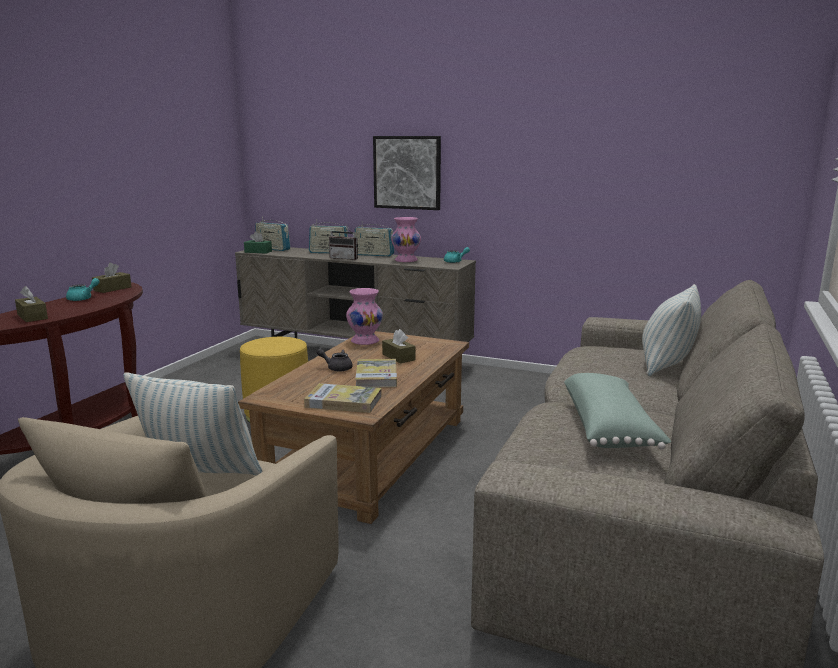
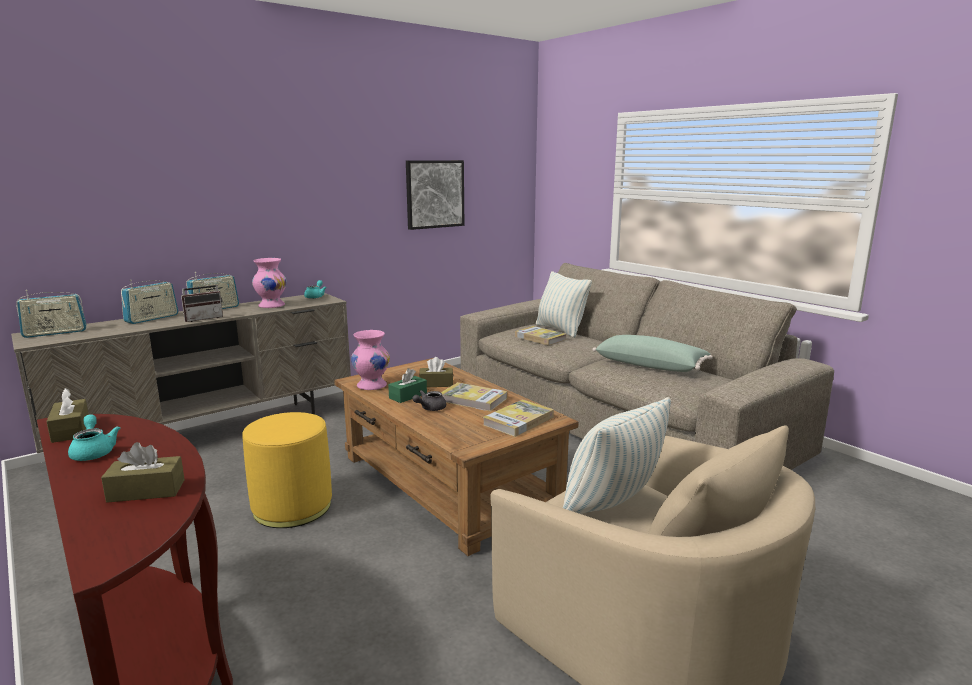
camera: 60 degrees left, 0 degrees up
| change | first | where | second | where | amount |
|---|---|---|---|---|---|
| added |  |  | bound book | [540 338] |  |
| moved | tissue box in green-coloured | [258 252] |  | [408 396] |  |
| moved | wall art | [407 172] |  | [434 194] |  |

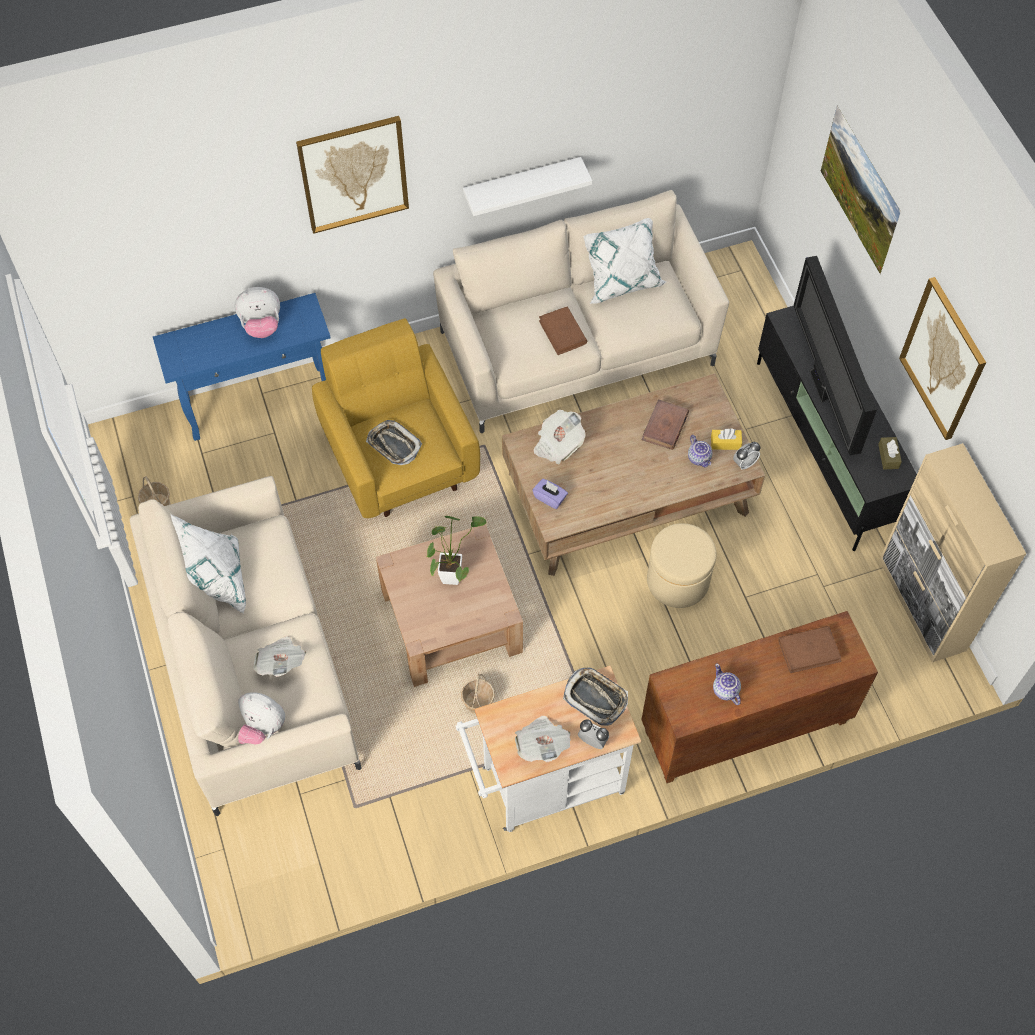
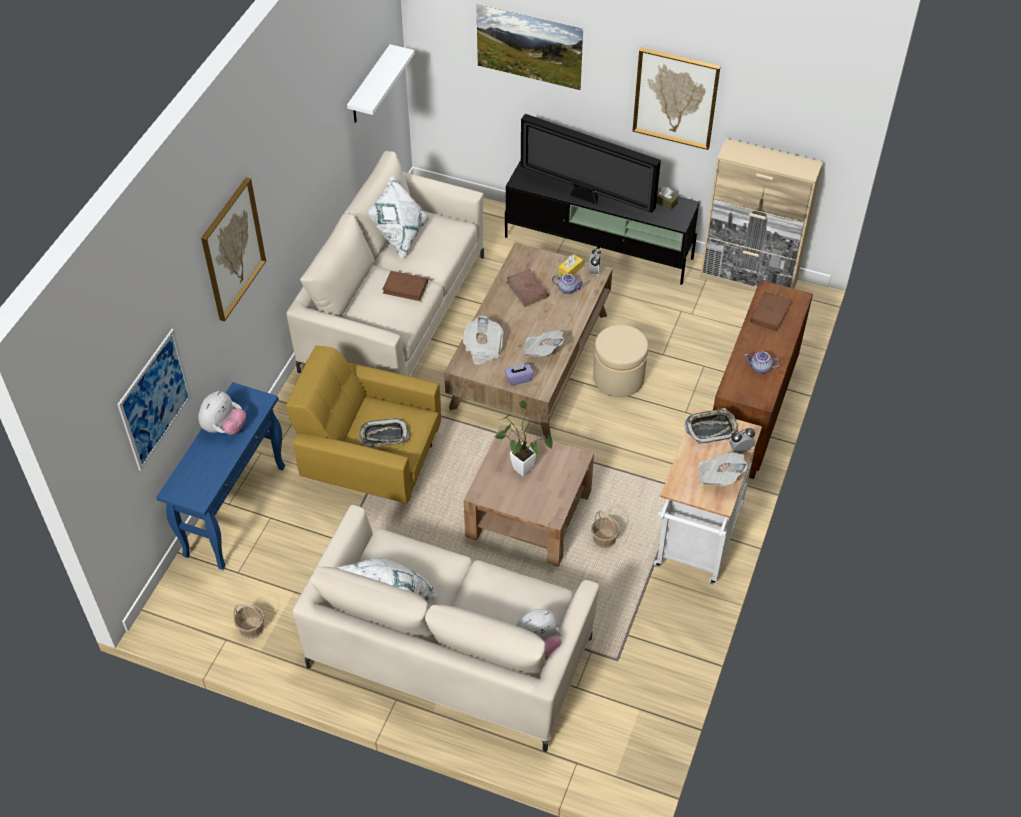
camera: 50 degrees left, 10 degrees down
| change | first | where | second | where | amount |
|---|---|---|---|---|---|
| added |  |  | wall art | [155 399] |  |
| moved | printed paper | [281 662] |  | [542 350] |  |
| moved | shelf in whitish | [522 185] |  | [369 86] |  |

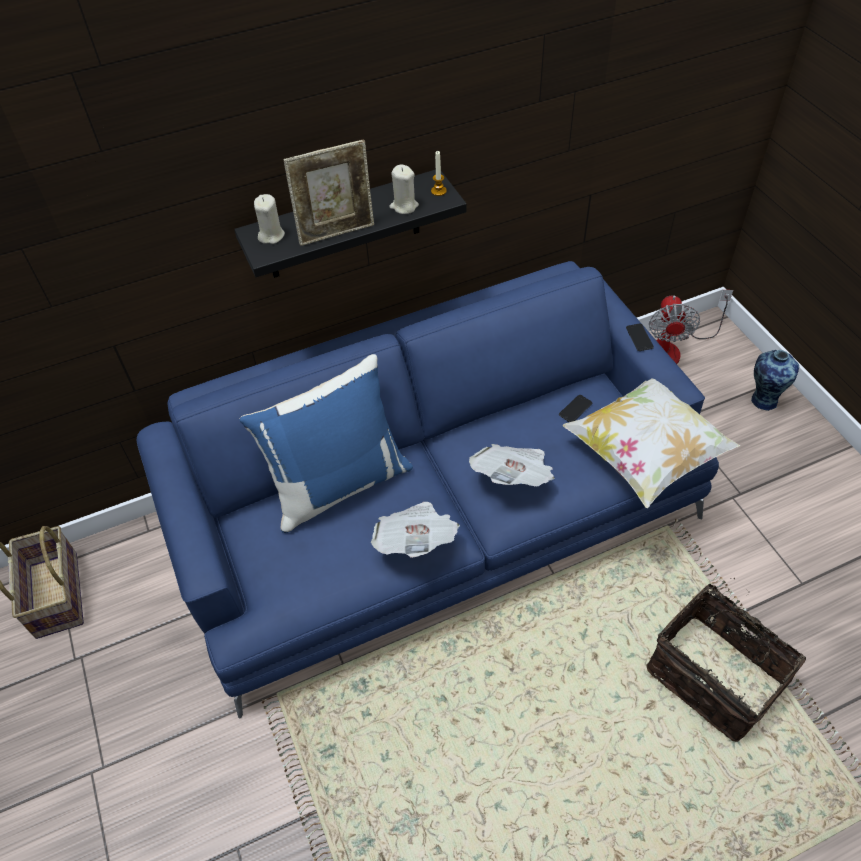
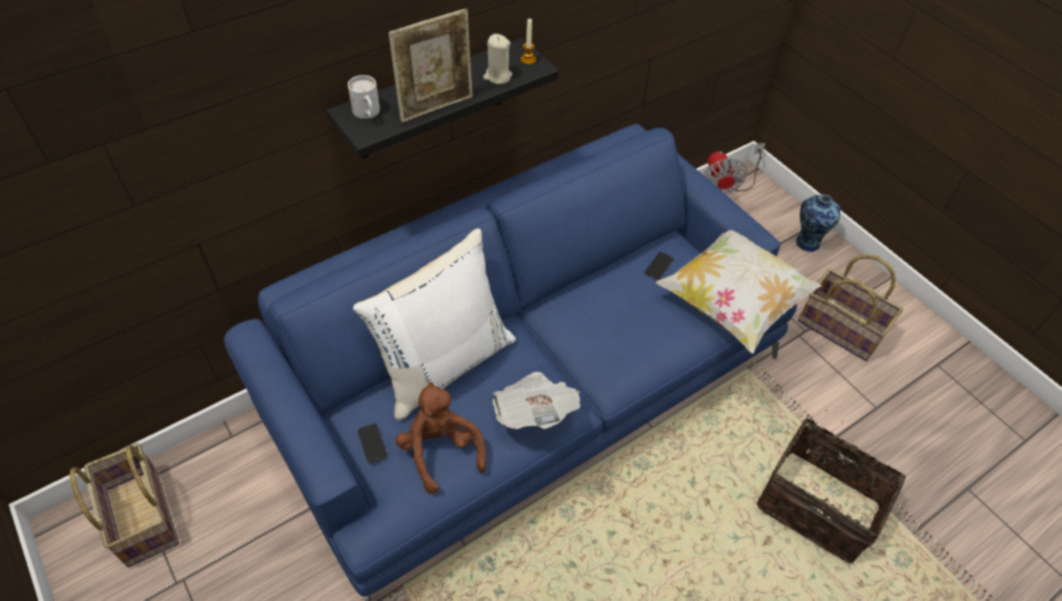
camera: 15 degrees left, 0 degrees up
| change | first | where | second | where | amount |
|---|---|---|---|---|---|
| removed | printed paper | [513 477] |  |  |  |
| added |  |  | cuddly toy in brown | [440 451] |  |
| added |  |  | storage basket | [841 328] |  |
| moved | phone | [639 338] |  | [372 443] |  |
| replaced | wax candle in sand-coloured | [271 235] | coffee mug in whitish | [368 114] |  |
| recoloured | pillow in blue-coloured | [338 483] | pillow in whitish | [443 363] |  |

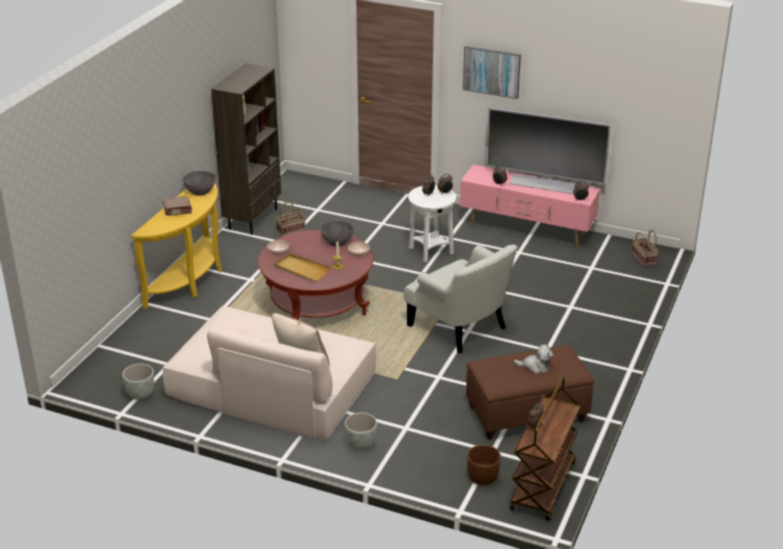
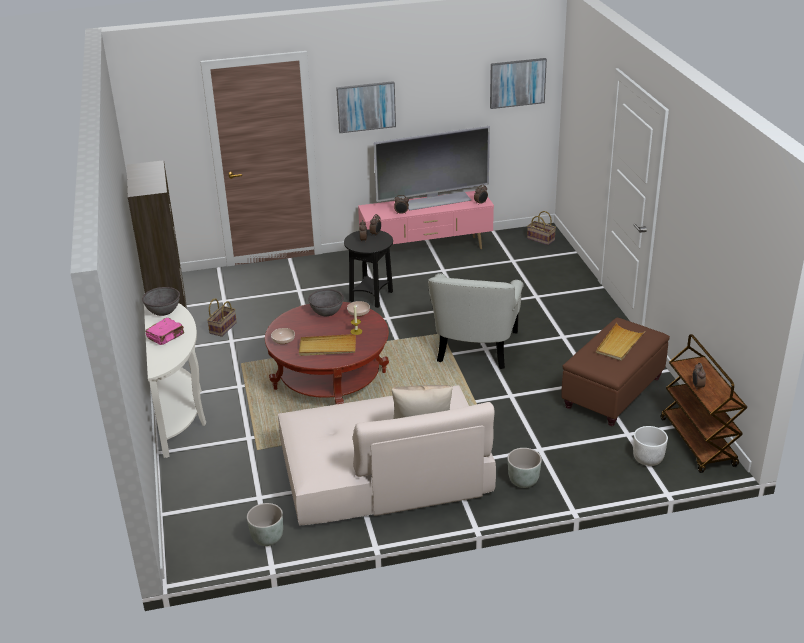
camera: 35 degrees left, 0 degrees up
| change | first | where | second | where | amount |
|---|---|---|---|---|---|
| added |  |  | wall art | [517 82] |  |
| replaced | cuddly toy | [535 366] | serving tray in sand-coloured | [619 344] |  |
| recoloured | console table in yellowish | [191 280] | console table in whitish | [180 411] |  |
| recoloured | bound book in brown | [178 211] | bound book in pink | [166 336] |  |
| recoloured | accent table in whitish | [431 251] | accent table in black | [371 296] |  |
| recoloured | plant pot in brown | [482 478] | plant pot in whitish | [648 458] |  |
| turned | easy chair in whitish | [460 327] |  | [475 347] | 90 degrees clockwise |

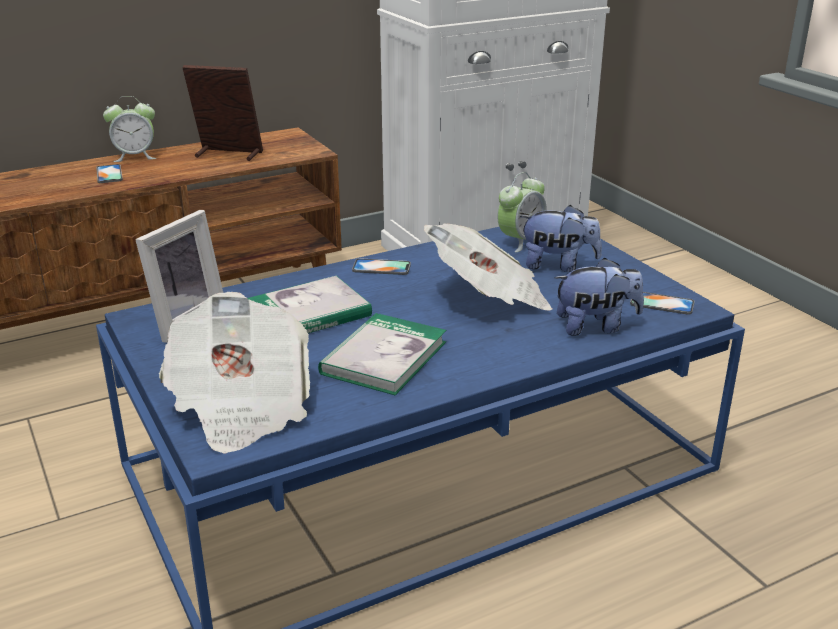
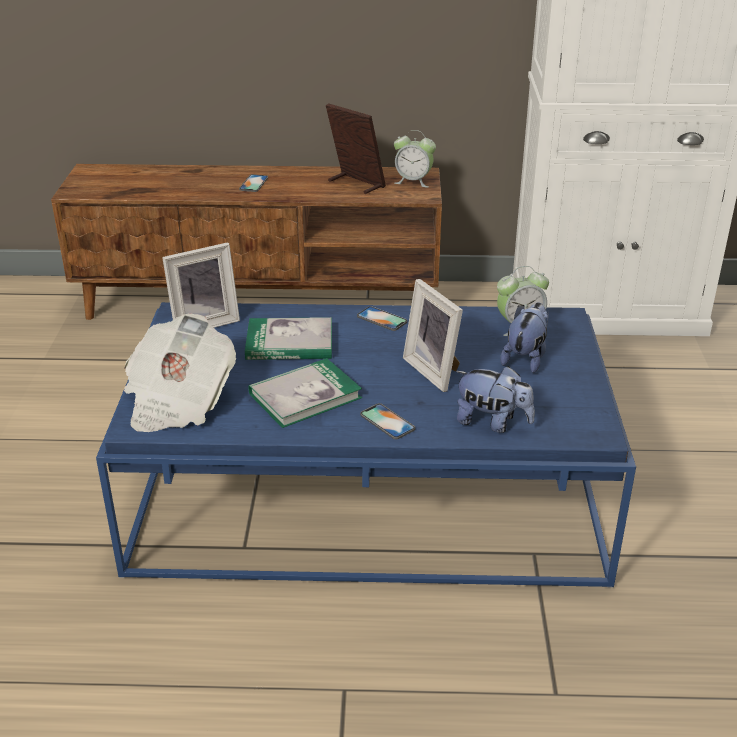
camera: 30 degrees right, 5 degrees up
| change | first | where | second | where | amount |
|---|---|---|---|---|---|
| moved | alarm clock | [135 156] |  | [413 181] |  |
| moved | phone | [662 303] |  | [387 422] |  |
| replaced | printed paper | [489 297] | standing frame | [435 370] |  |
| turned | cuddly toy | [558 265] |  | [525 358] | 105 degrees counterclockwise |

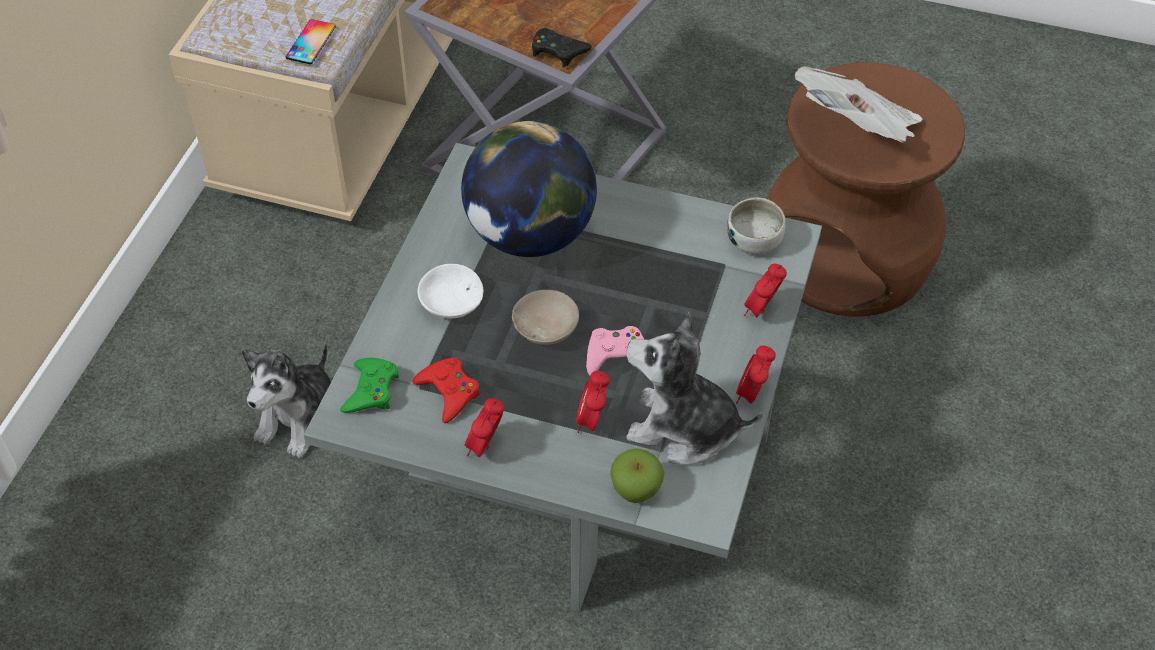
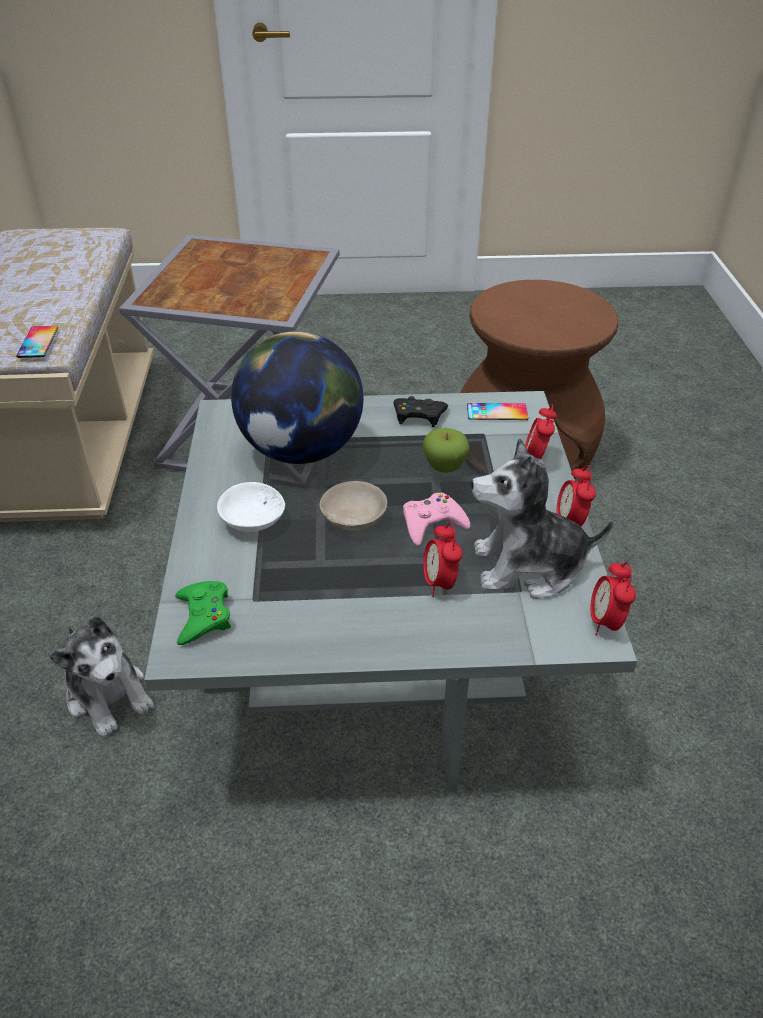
camera: 20 degrees left, 10 degrees down
| change | first | where | second | where | amount |
|---|---|---|---|---|---|
| removed | joypad in reddish | [449 392] |  |  |  |
| removed | printed paper | [857 130] |  |  |  |
| moved | alarm clock | [485 447] |  | [605 622] |  |
| moved | joypad in black | [558 51] |  | [419 415] |  |
| moved | apple fruit | [636 491] |  | [444 467] |  |
| replaced | deep dish | [754 241] | phone | [497 412] |  |
| turned | cuddly toy | [300 418] |  | [109 695] | 45 degrees counterclockwise |

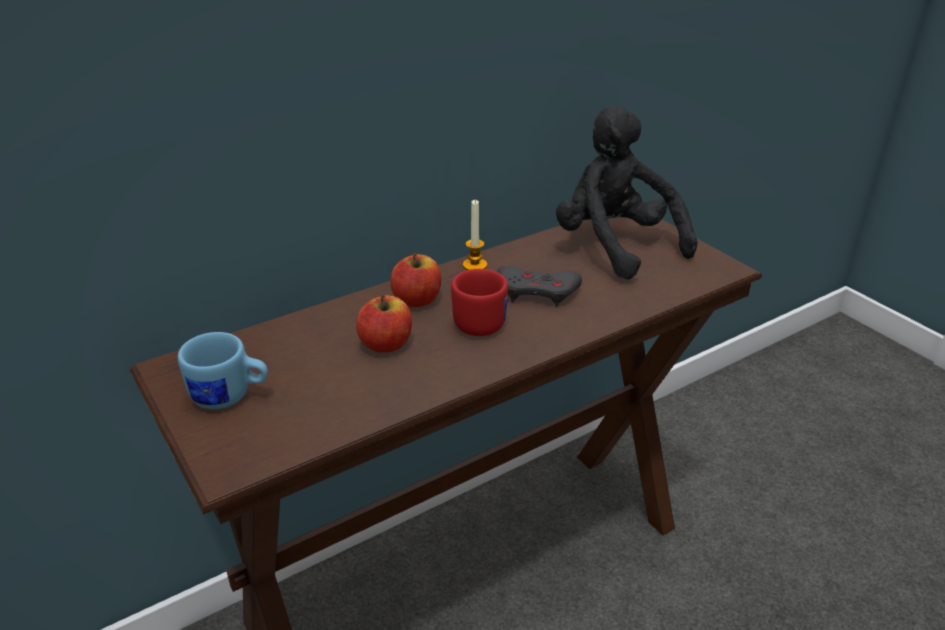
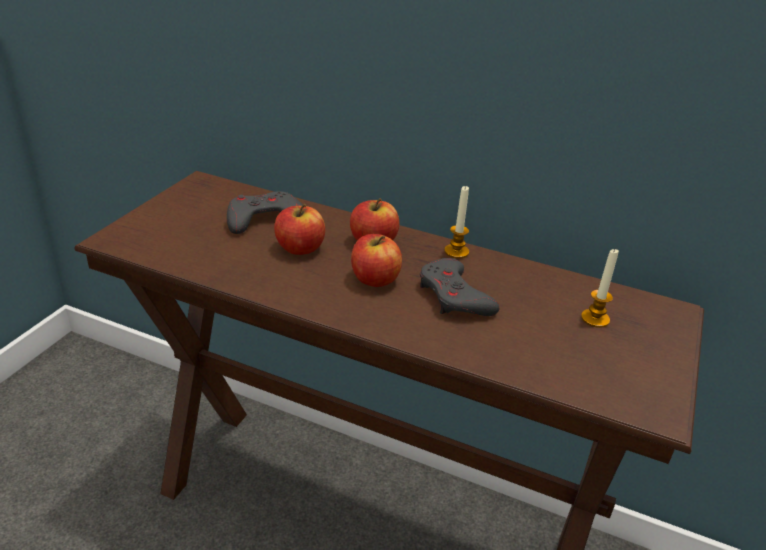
camera: 55 degrees right, 0 degrees up
| change | first | where | second | where | amount |
|---|---|---|---|---|---|
| removed | coffee mug in blue-coloured | [230 396] |  |  |  |
| added |  |  | joypad in greyish | [264 219] |  |
| replaced | coffee mug in reddish | [477 320] | apple fruit | [374 279] |  |
| replaced | cuddly toy in black | [615 245] | wax candle | [595 319] |  |

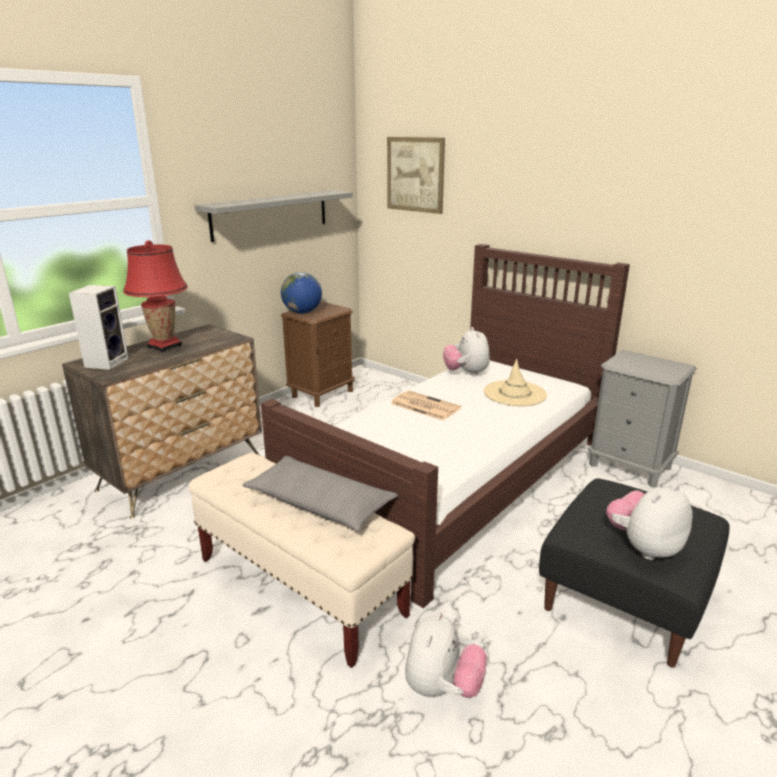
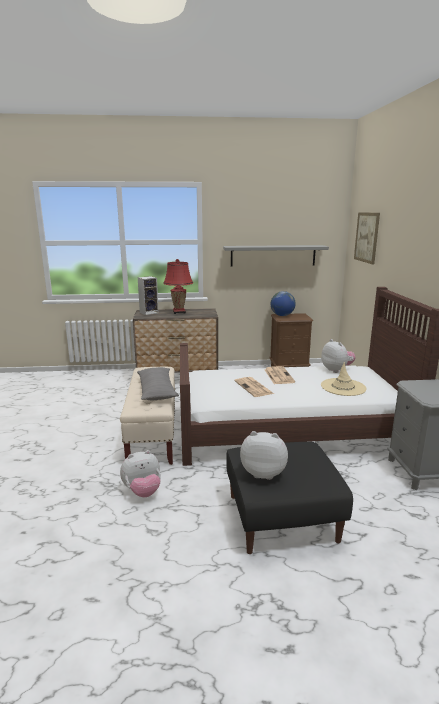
camera: 45 degrees right, 5 degrees down
| change | first | where | second | where | amount |
|---|---|---|---|---|---|
| added |  |  | printed paper | [254 387] |  |
| turned | cuddly toy | [466 373] |  | [336 370] | 120 degrees clockwise |

